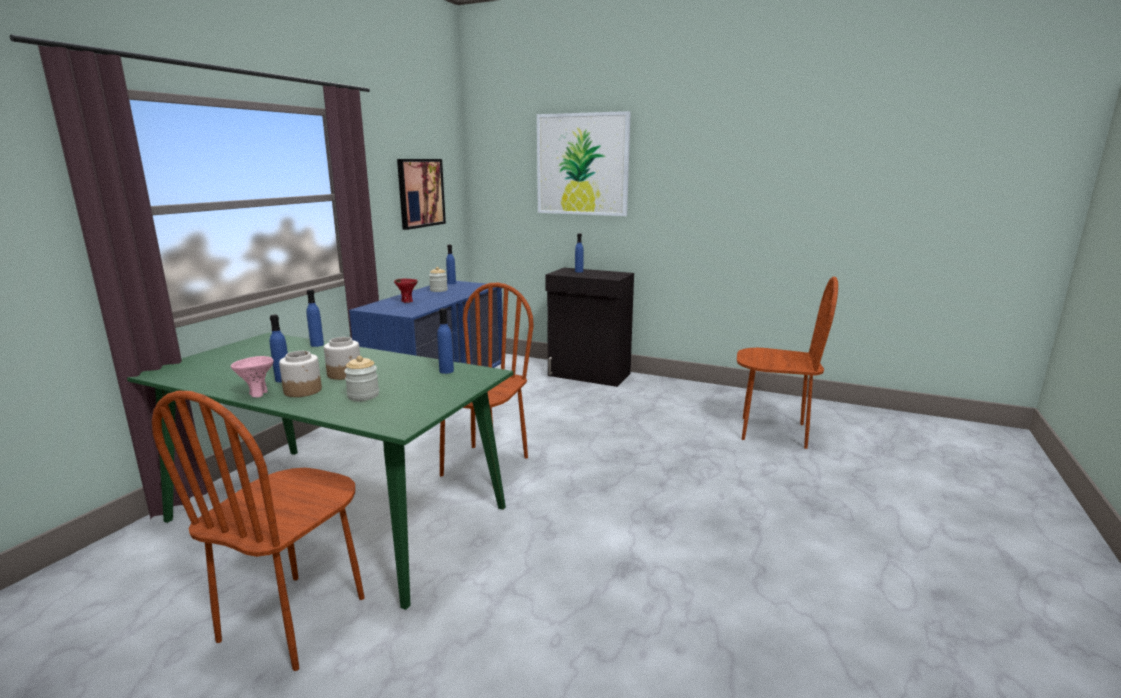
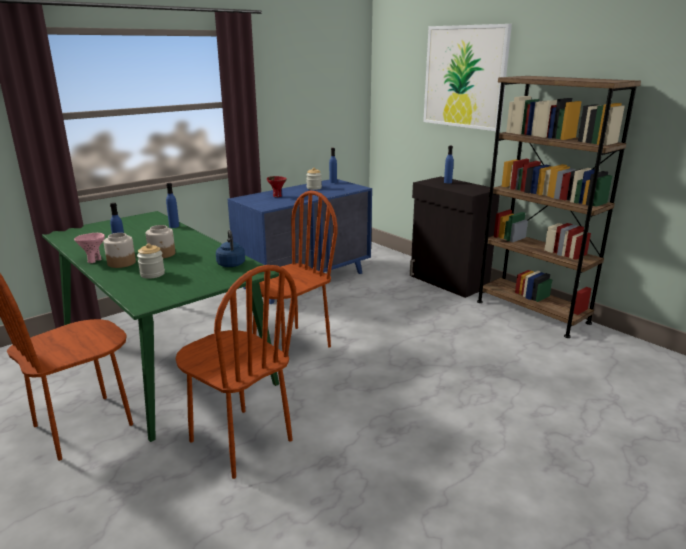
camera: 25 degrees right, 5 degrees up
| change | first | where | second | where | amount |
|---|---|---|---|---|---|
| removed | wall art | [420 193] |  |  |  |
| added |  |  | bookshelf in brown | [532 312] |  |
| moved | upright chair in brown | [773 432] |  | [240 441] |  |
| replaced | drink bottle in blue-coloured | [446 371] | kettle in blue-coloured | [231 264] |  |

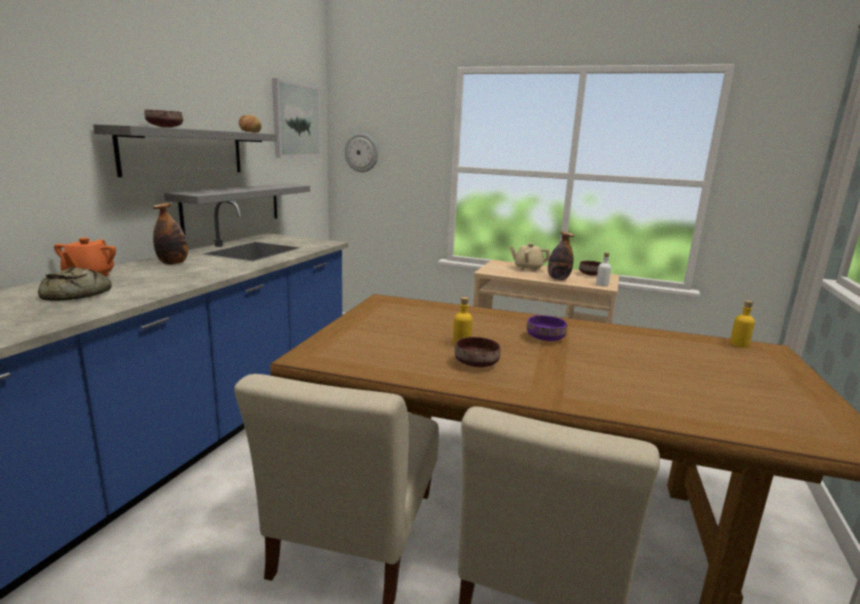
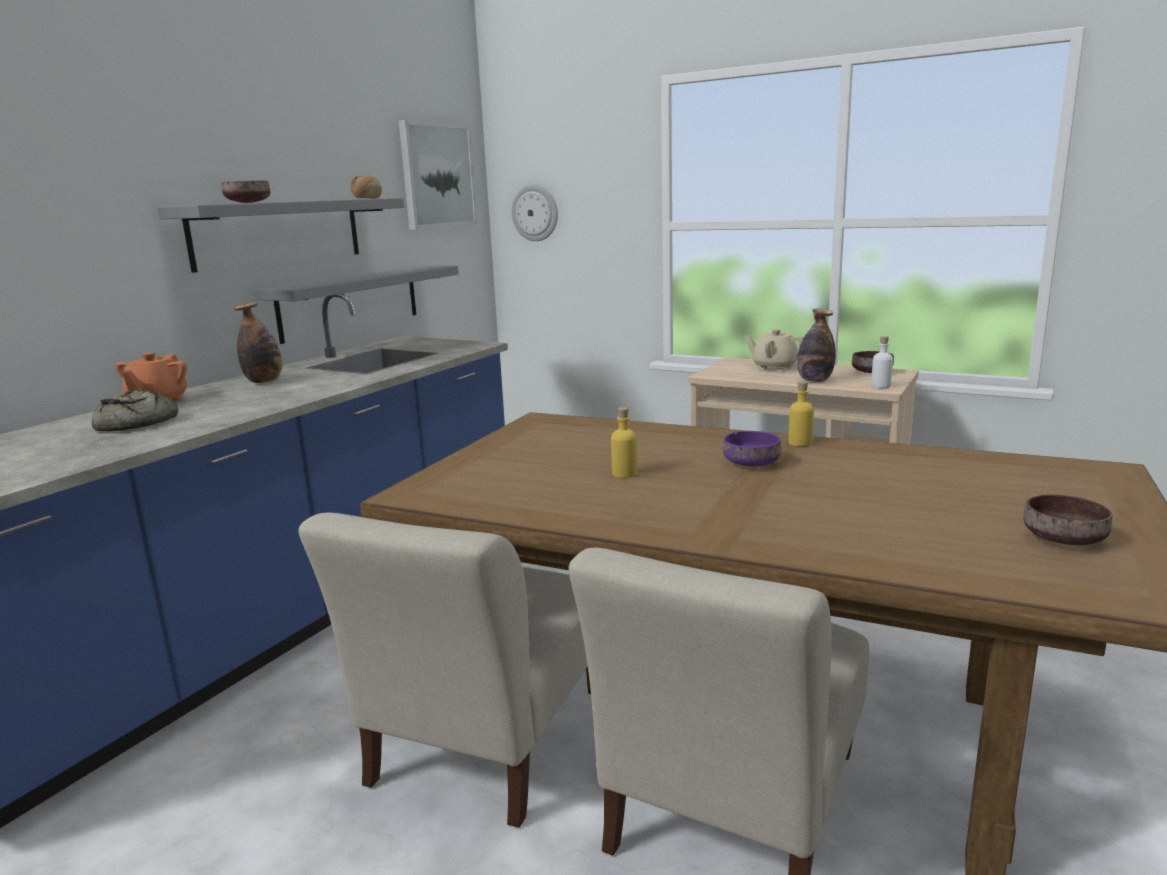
camera: 10 degrees right, 0 degrees up
| change | first | where | second | where | amount |
|---|---|---|---|---|---|
| moved | deep dish in brown | [477 363] |  | [1064 539] |  |
| moved | drink bottle in yellowish | [739 344] |  | [800 443] |  |

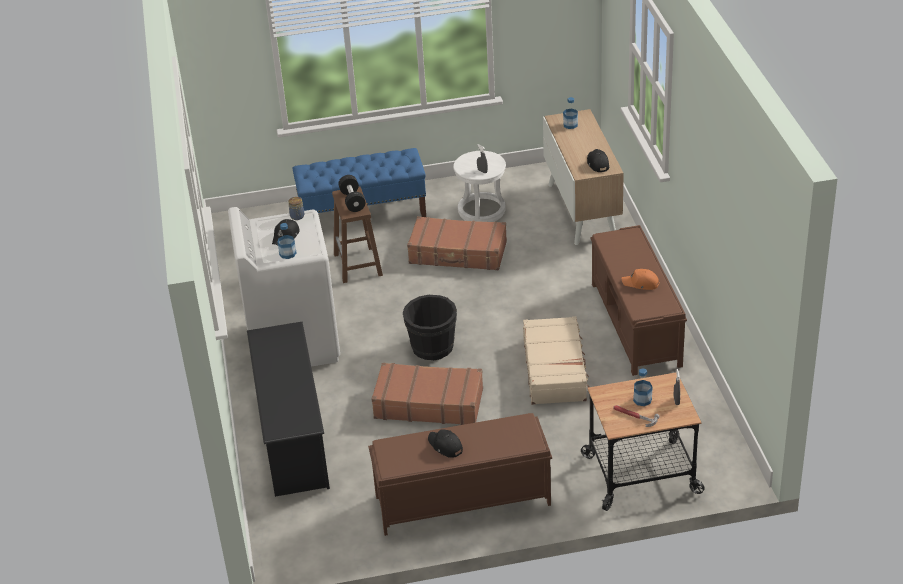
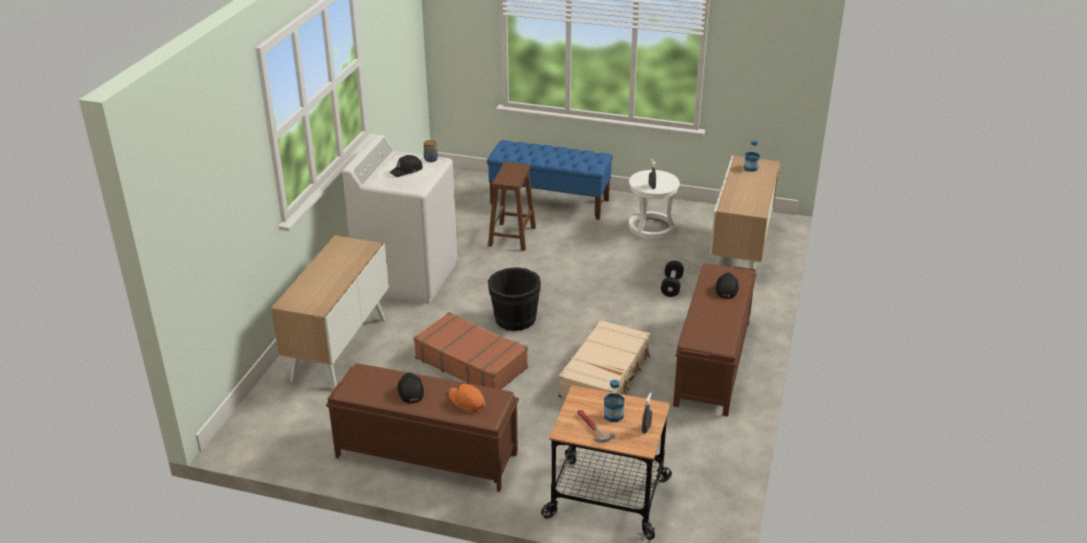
camera: 25 degrees right, 5 degrees down
| change | first | where | second | where | amount |
|---|---|---|---|---|---|
| removed | drink bottle | [287 253] |  |  |  |
| removed | piece of luggage in brown | [458 253] |  |  |  |
| moved | dumbbell in black | [352 201] |  | [671 286] |  |
| moved | cap in black | [597 164] |  | [726 289] |  |
| moved | cap in orangey | [641 283] |  | [467 402] |  |
| replaced | shoe stand in black | [292 437] | storage cabinet | [339 348] |  |

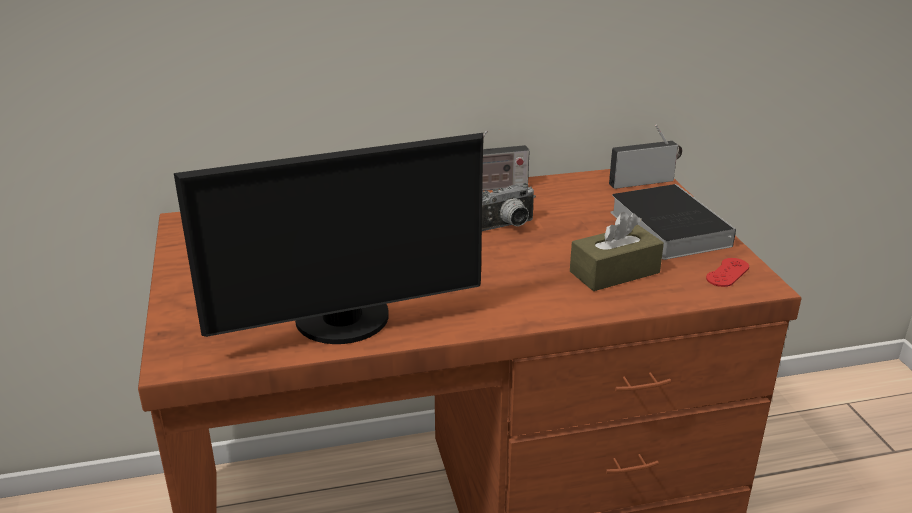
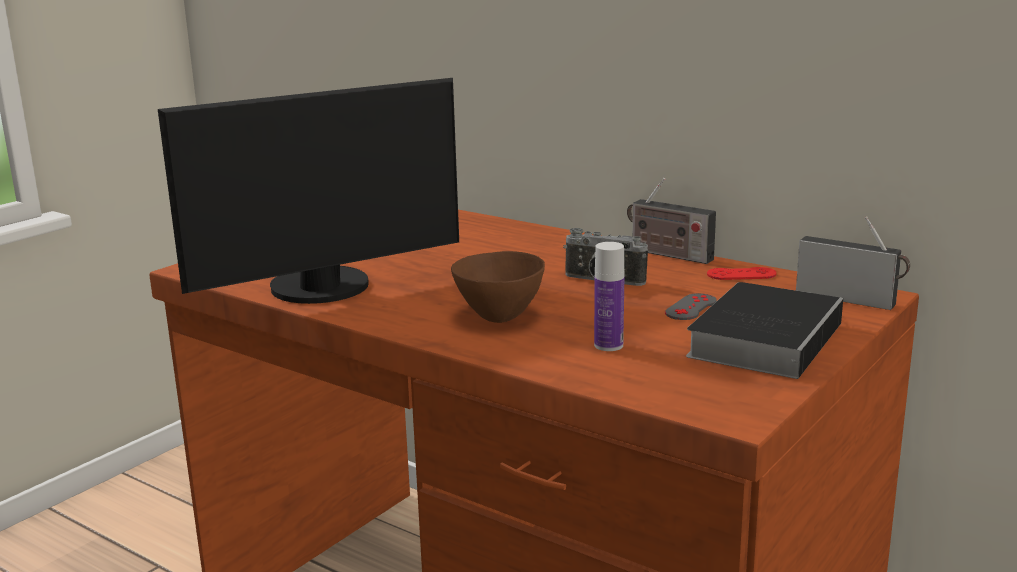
camera: 50 degrees right, 10 degrees down
| change | first | where | second | where | amount |
|---|---|---|---|---|---|
| added |  |  | deep dish in brown | [499 316] |  |
| added |  |  | joypad in greyish | [691 307] |  |
| moved | joypad in reddish | [727 272] |  | [741 274] |  |
| replaced | tissue box in brown | [614 272] | drink bottle | [608 345] |  |
| turned | computer screen | [345 323] |  | [324 289] | 60 degrees counterclockwise |

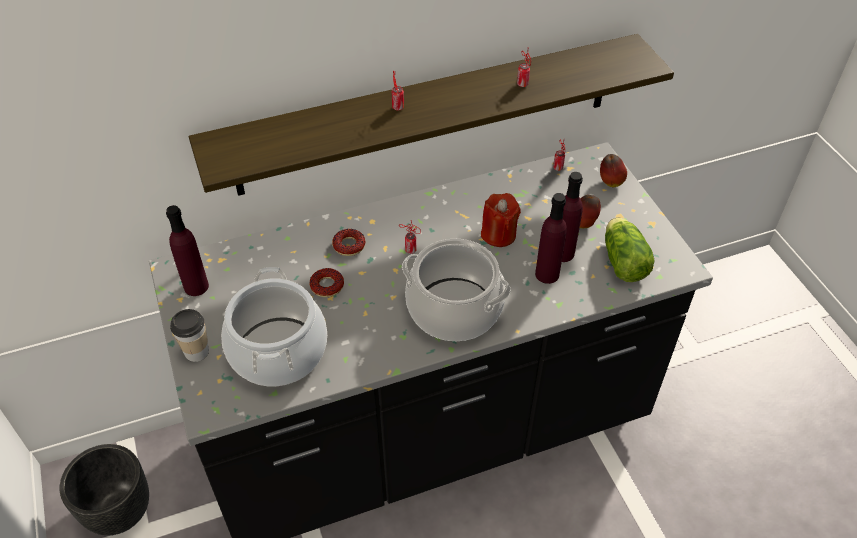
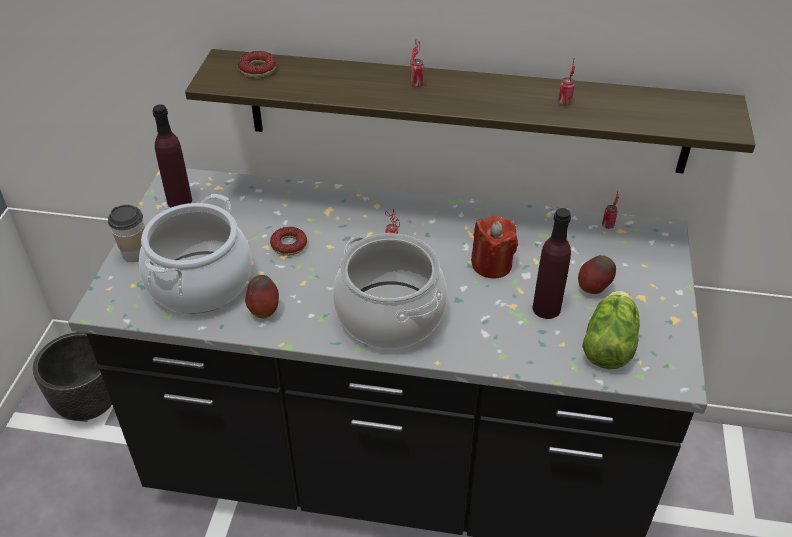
camera: 30 degrees right, 5 degrees down
| change | first | where | second | where | amount |
|---|---|---|---|---|---|
| removed | drink bottle in purple | [547 274] |  |  |  |
| moved | doughnut | [349 245] |  | [258 69] |  |
| moved | apple fruit | [610 182] |  | [264 311] |  |

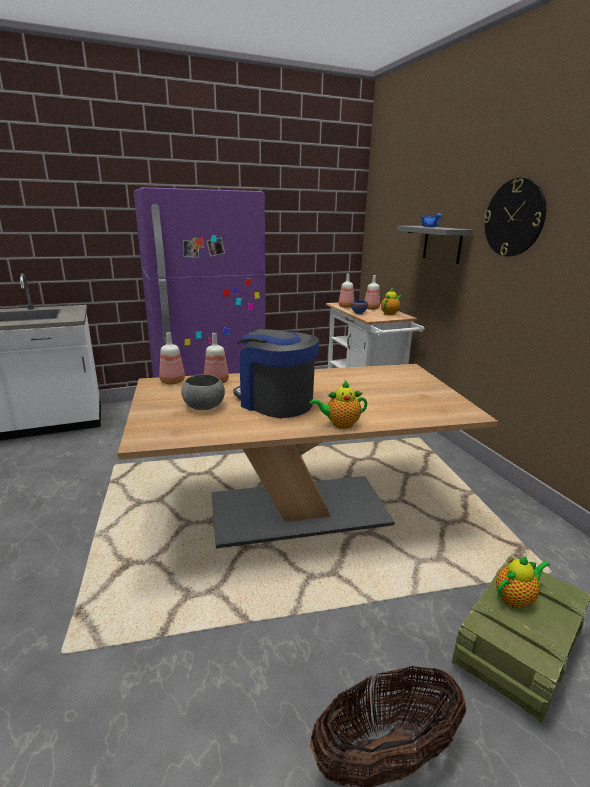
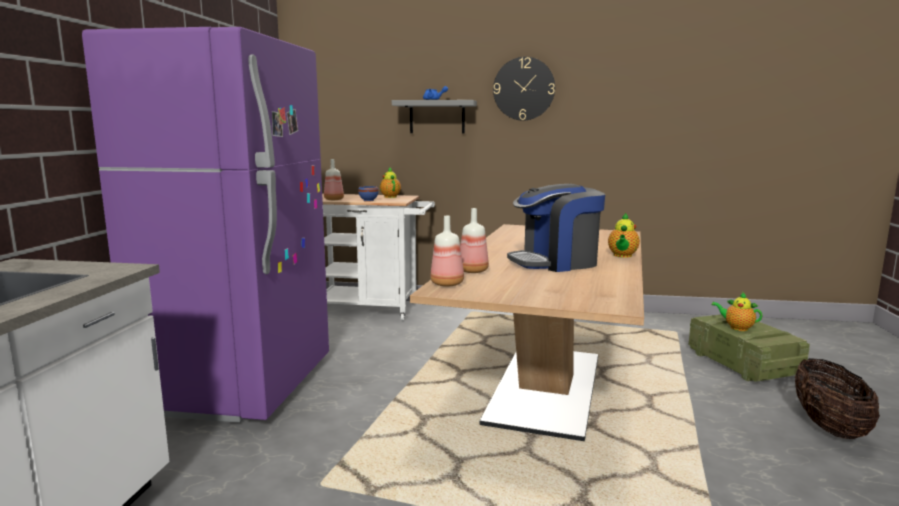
camera: 60 degrees left, 10 degrees down
| change | first | where | second | where | amount |
|---|---|---|---|---|---|
| removed | deep dish in greyish | [203 406] |  |  |  |
| removed | drink bottle | [371 308] |  |  |  |
| turned | teapot | [515 598] |  | [736 328] | 60 degrees counterclockwise |

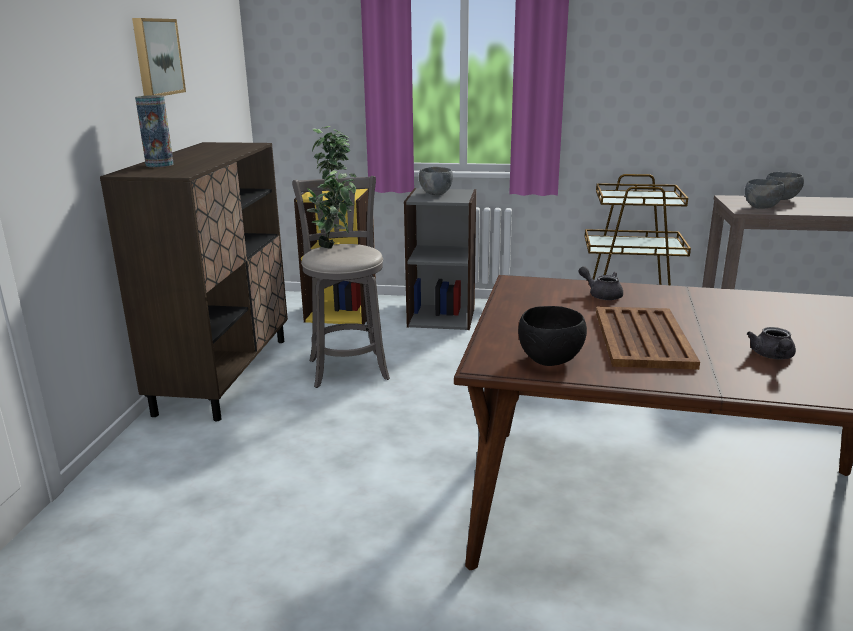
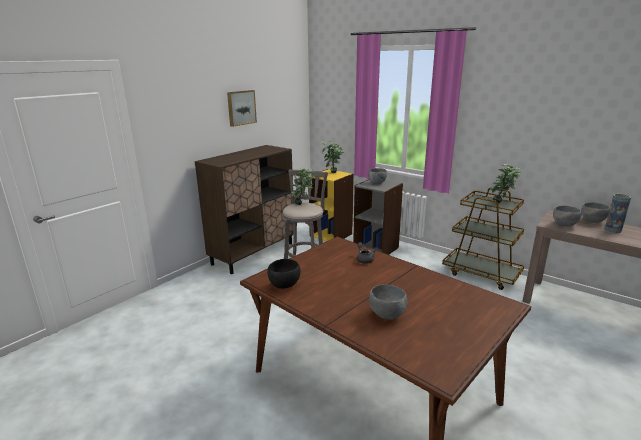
camera: 30 degrees right, 0 degrees up
| change | first | where | second | where | amount |
|---|---|---|---|---|---|
| removed | serving tray in brown | [642 338] |  |  |  |
| added |  |  | houseplant | [501 203] |  |
| moved | flower vase | [159 165] |  | [613 230] |  |
| replaced | teapot in greyish | [772 356] | deep dish in greyish | [387 315] |  |

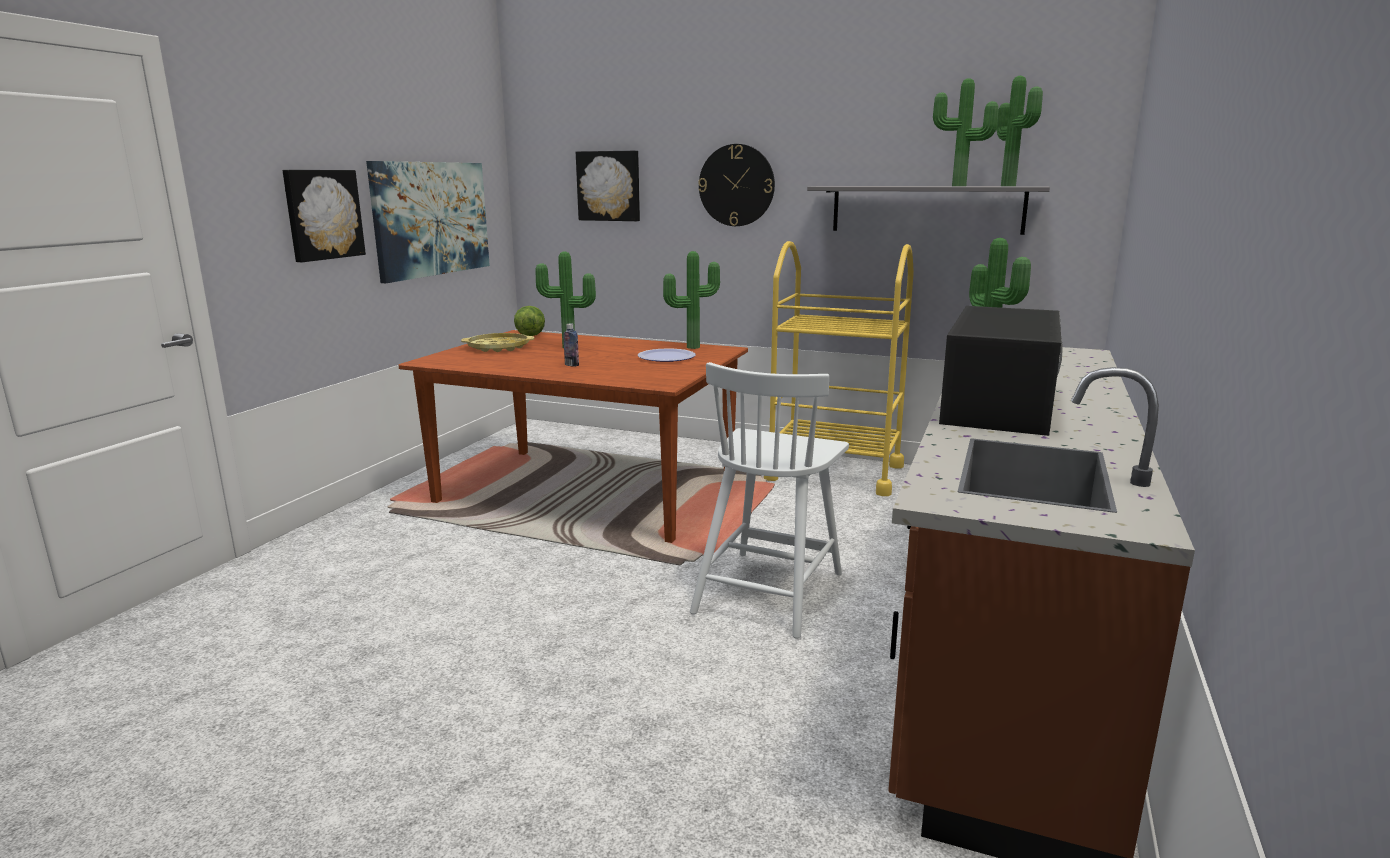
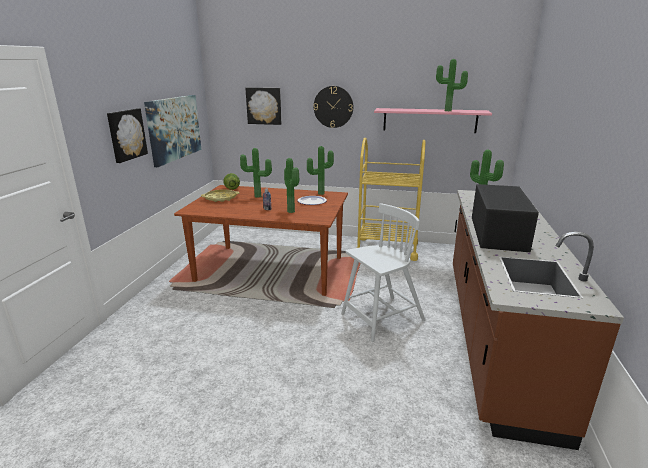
camera: 10 degrees left, 5 degrees up
| change | first | where | second | where | amount |
|---|---|---|---|---|---|
| moved | houseplant | [1010 186] |  | [292 211] |  |
| recoloured | shelf in greyish | [926 209] | shelf in pink | [429 120] |  |
| turned | upright chair in whitish | [769 591] |  | [381 318] | 135 degrees counterclockwise |

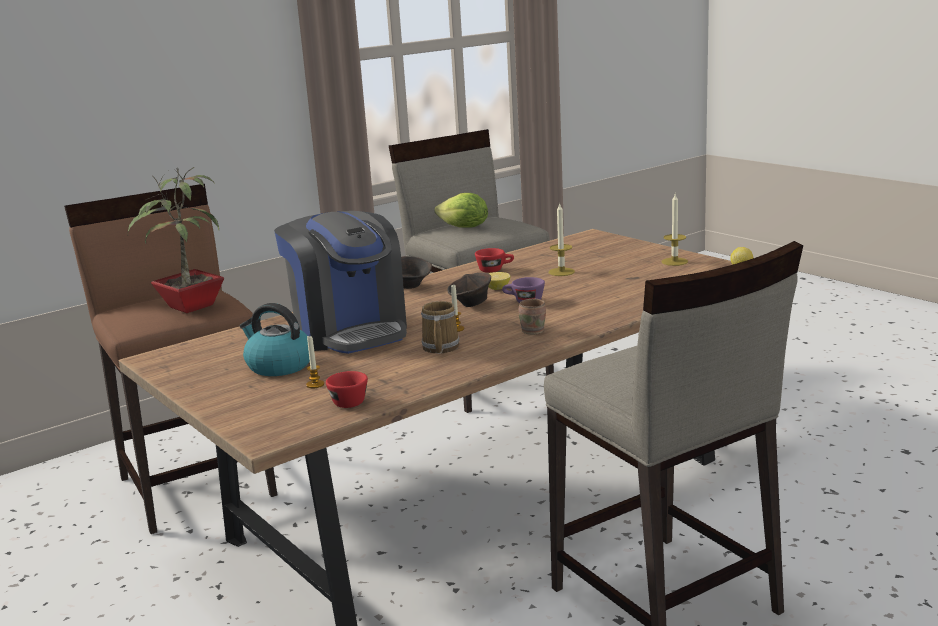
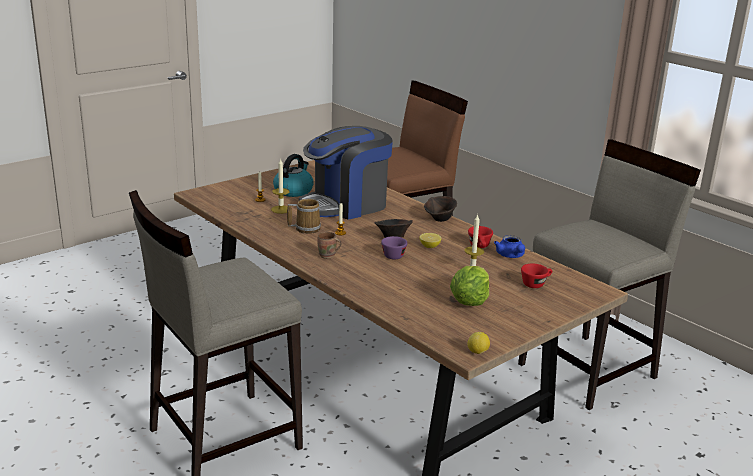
camera: 85 degrees right, 5 degrees up
| change | first | where | second | where | amount |
|---|---|---|---|---|---|
| removed | houseplant | [189 307] |  |  |  |
| added |  |  | teapot in blue-coloured | [511 256] |  |
| moved | drinking cup in reddish | [346 401] |  | [536 284] |  |
| moved | head of lettuce | [464 228] |  | [469 301] |  |
| moved | wax candle | [674 261] |  | [281 209] |  |

